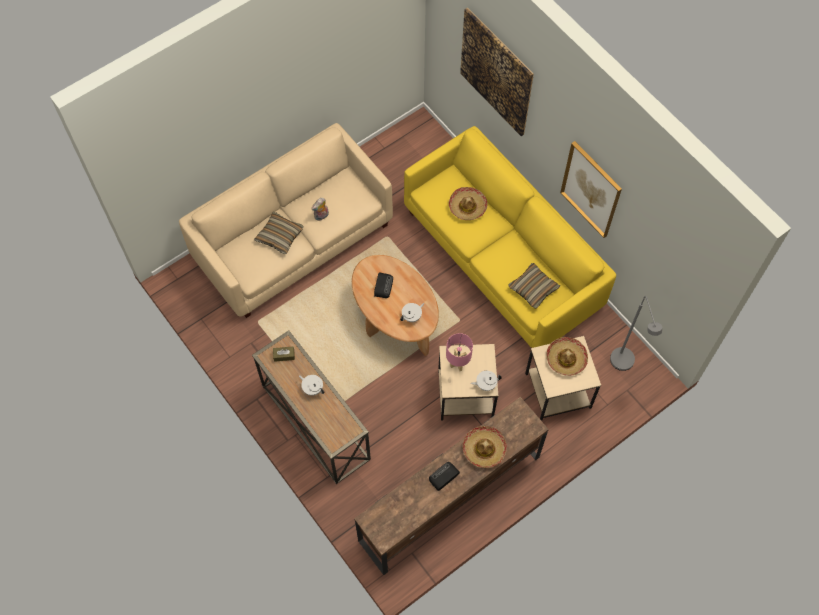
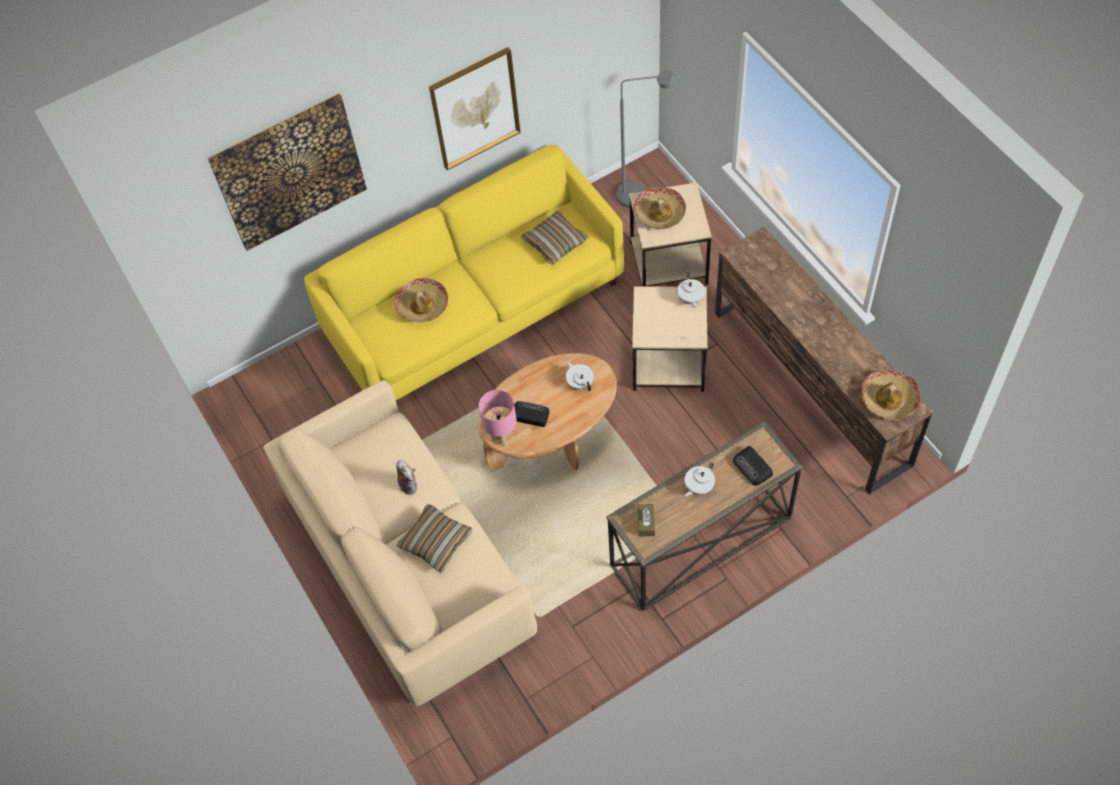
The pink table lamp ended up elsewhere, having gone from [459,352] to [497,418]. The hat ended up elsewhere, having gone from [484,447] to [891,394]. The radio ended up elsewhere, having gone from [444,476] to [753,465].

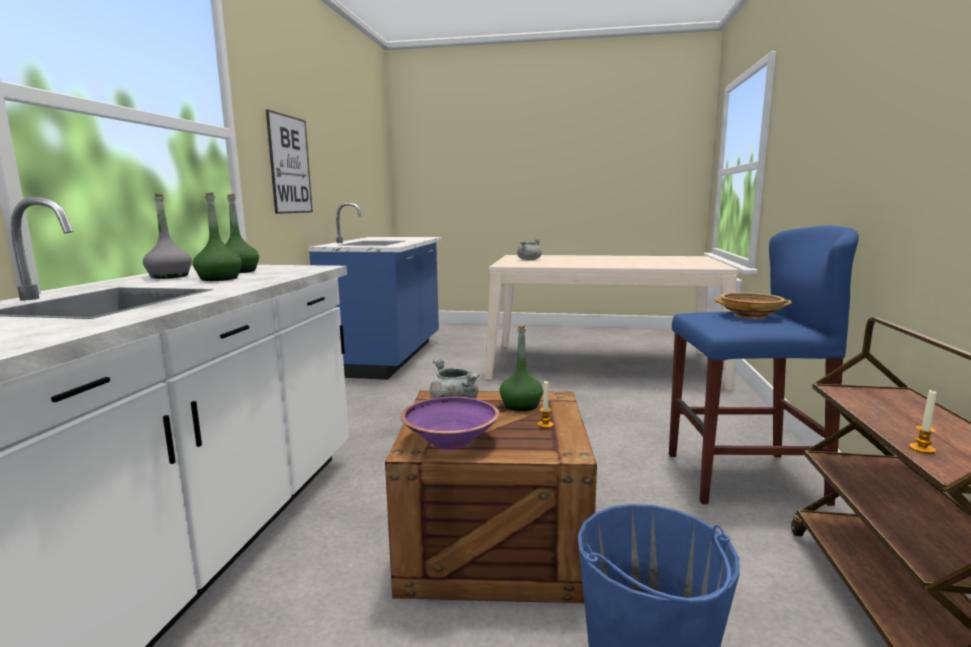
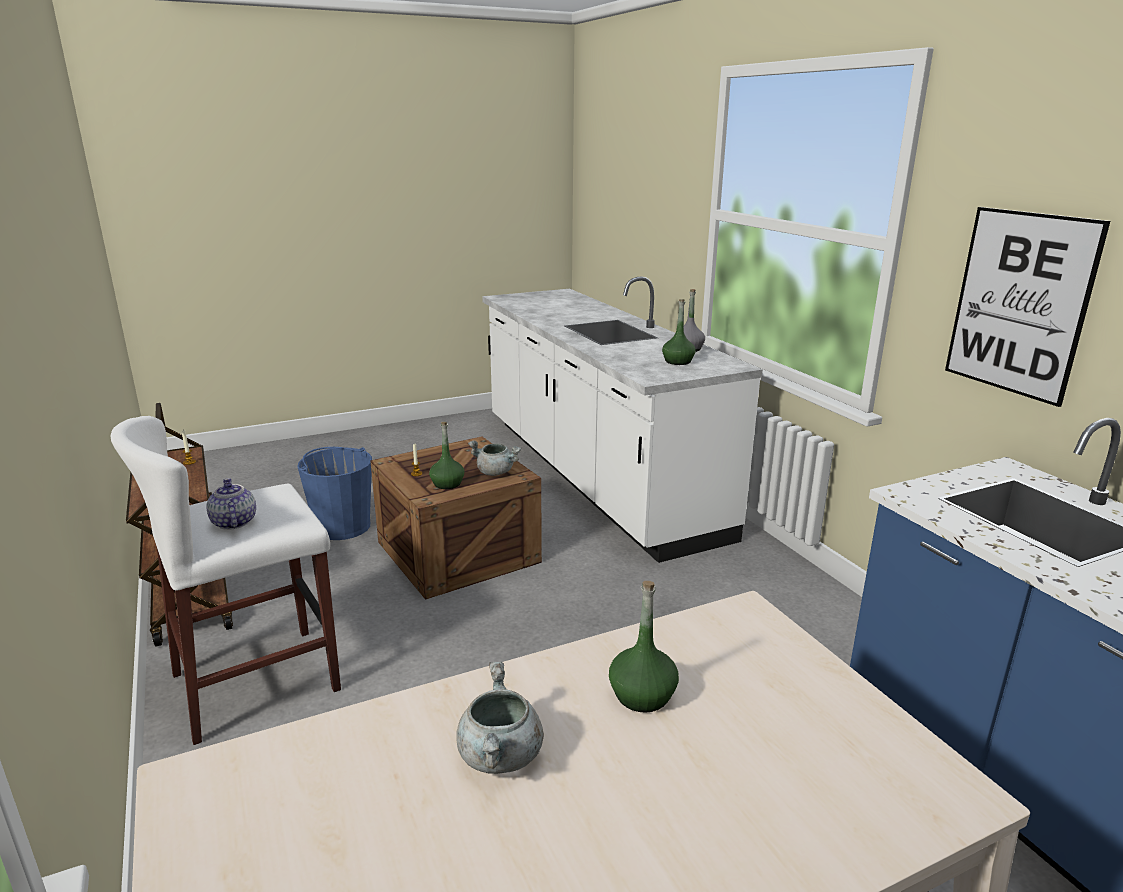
The green bottle ended up elsewhere, having gone from [217,236] to [644,647]. What was the blue stool at [764,366] turned into the white stool at [226,580]. The grey cooking pot ended up elsewhere, having gone from [529,250] to [500,718]. Where the beige bowl stood at [752,305], the teapot came to stand at [231,504]. The second view lost the purple bowl at [450,423].

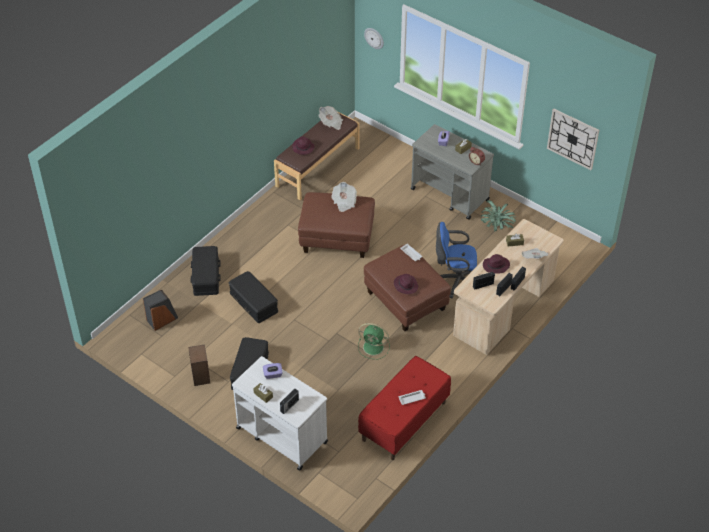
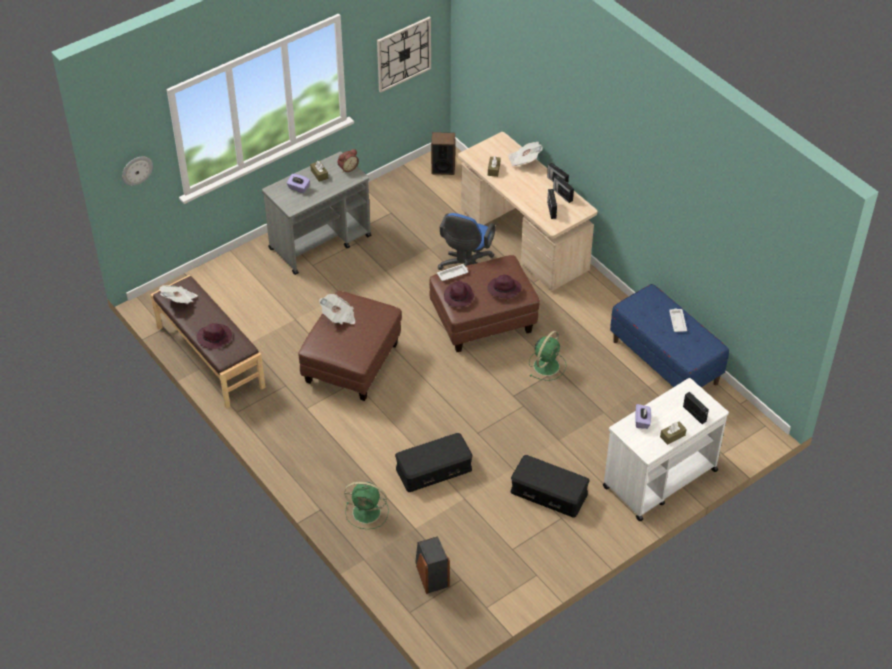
The second view lost the potted plant at [498,216]. Where the black storage box stood at [205,271], the green fan came to stand at [366,505]. The purple hat ended up elsewhere, having gone from [496,264] to [459,294]. The speaker ended up elsewhere, having gone from [199,365] to [443,153]. What was the red bench at [404,408] turned into the blue bench at [669,335].

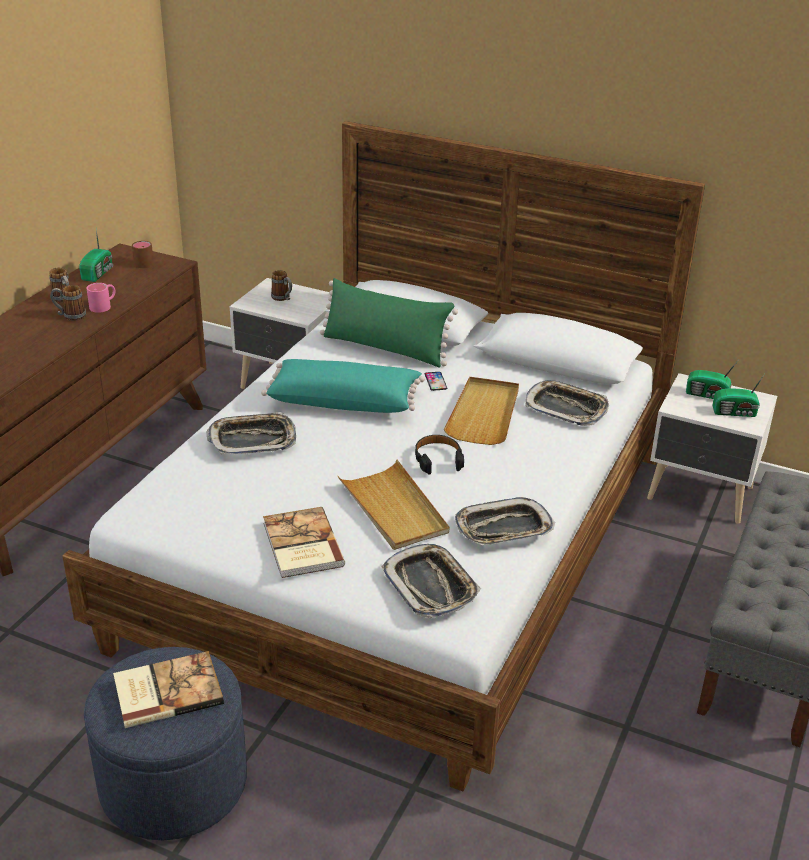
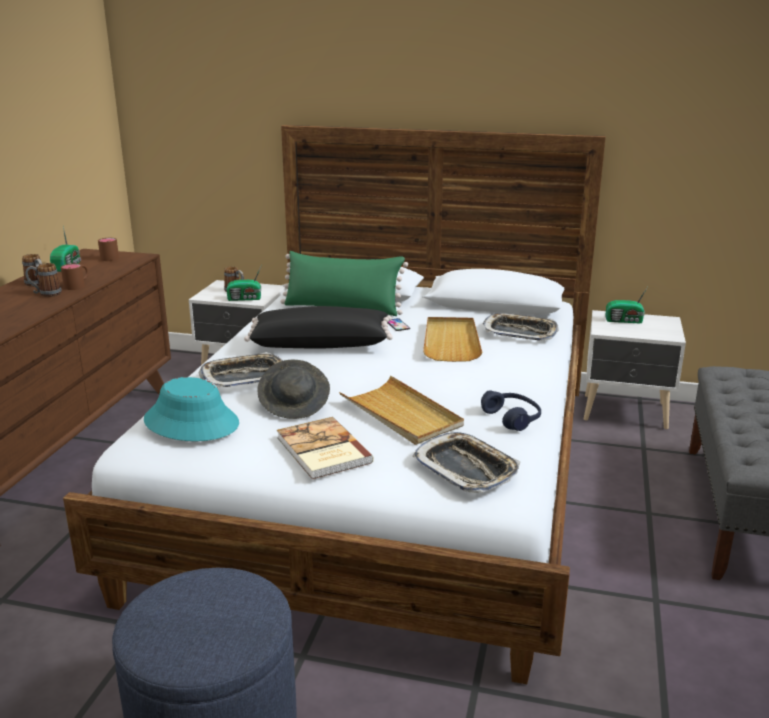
What was the pink mug at [100,298] turned into the brown mug at [74,276]. What was the turquoise pillow at [343,386] turned into the black pillow at [318,327]. The radio ended up elsewhere, having gone from [738,395] to [244,283]. The second view lost the black headphones at [439,454]. Where the tray stood at [505,521], the blue headphones came to stand at [511,410]. The second view lost the book at [168,689]. The second view gained the grey hat at [293,389]. The second view gained the turquoise hat at [191,409].

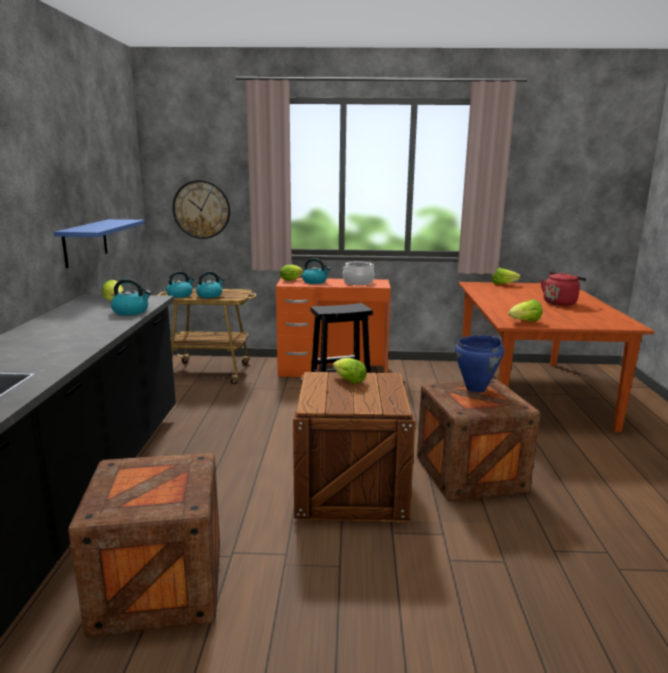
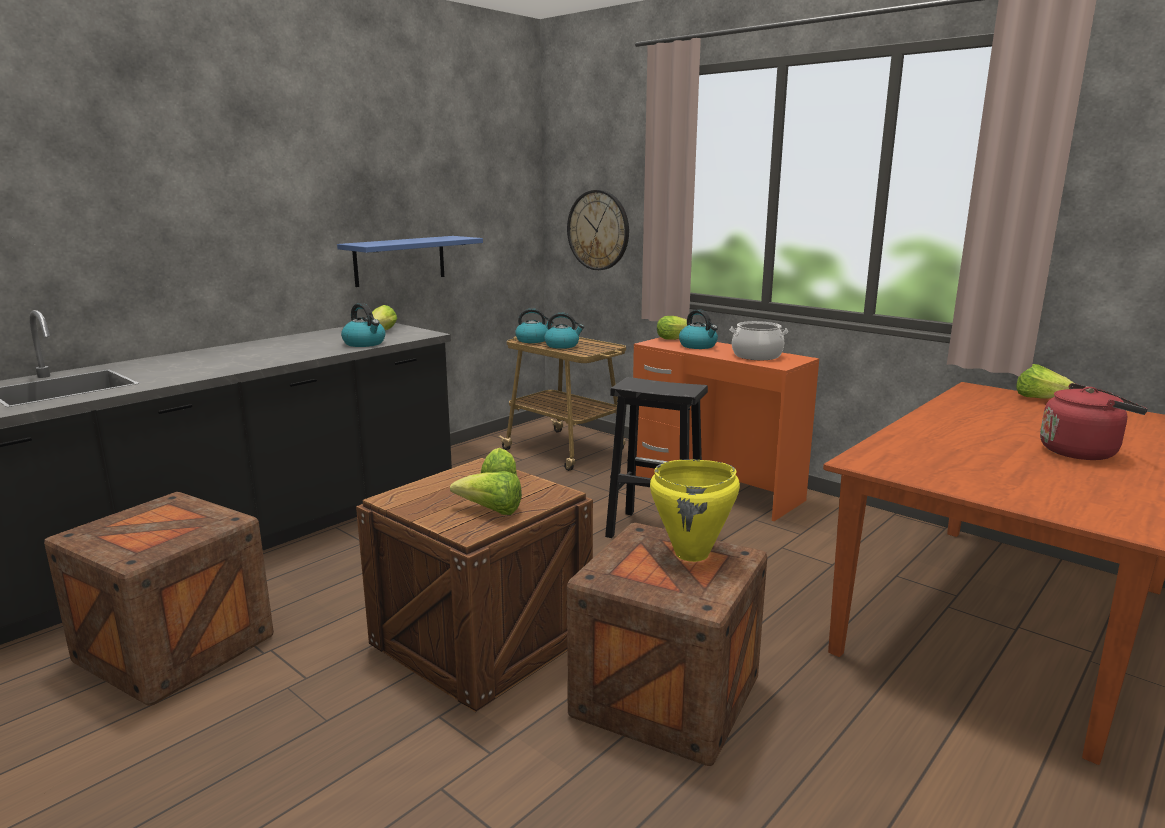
The lettuce ended up elsewhere, having gone from [525,310] to [486,493]. What was the blue cooking pot at [479,364] turned into the yellow cooking pot at [695,510].

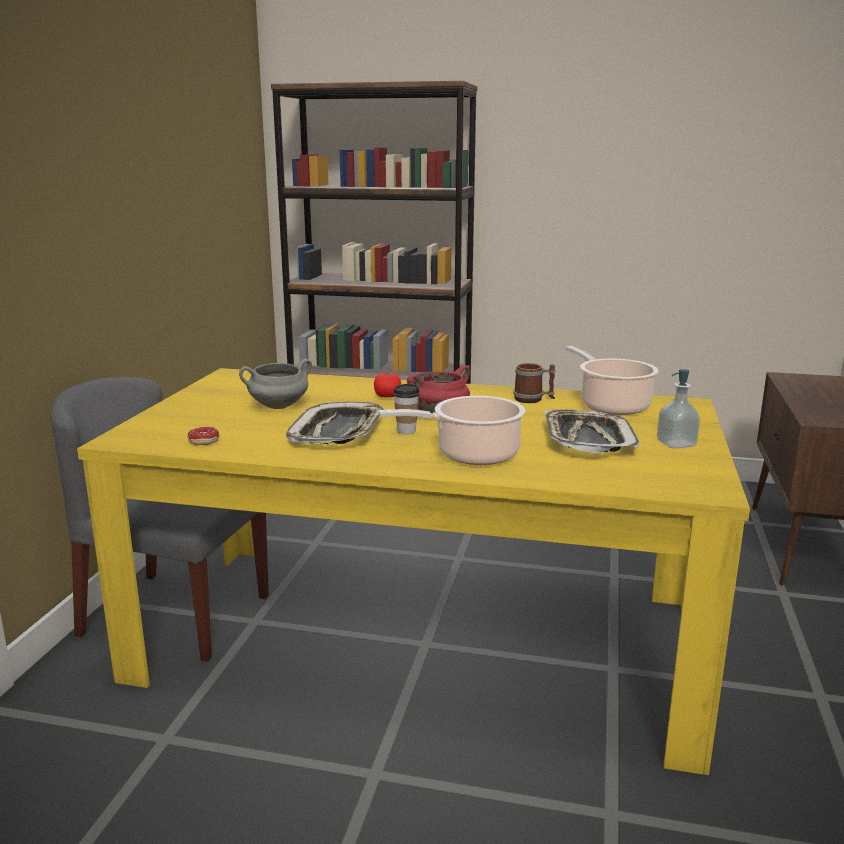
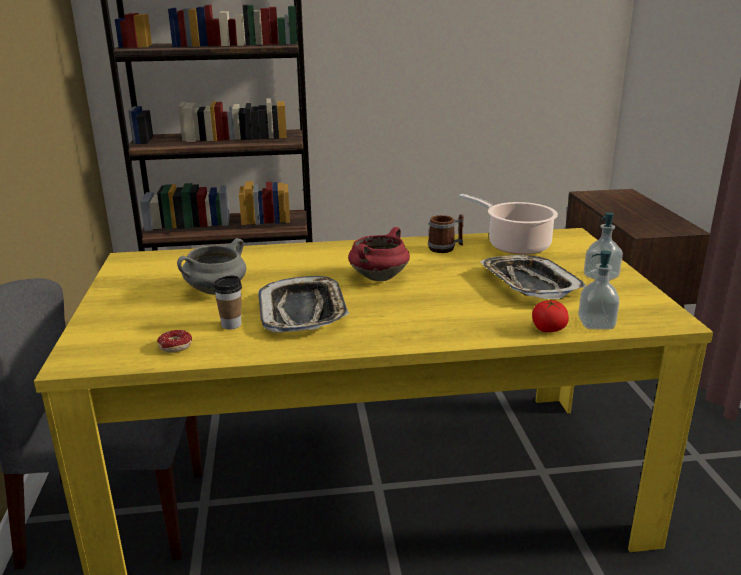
The tomato ended up elsewhere, having gone from [387,385] to [550,316]. The cup ended up elsewhere, having gone from [406,408] to [227,302]. The second view lost the cooking pot at [452,430]. The second view gained the soap dispenser at [599,290].

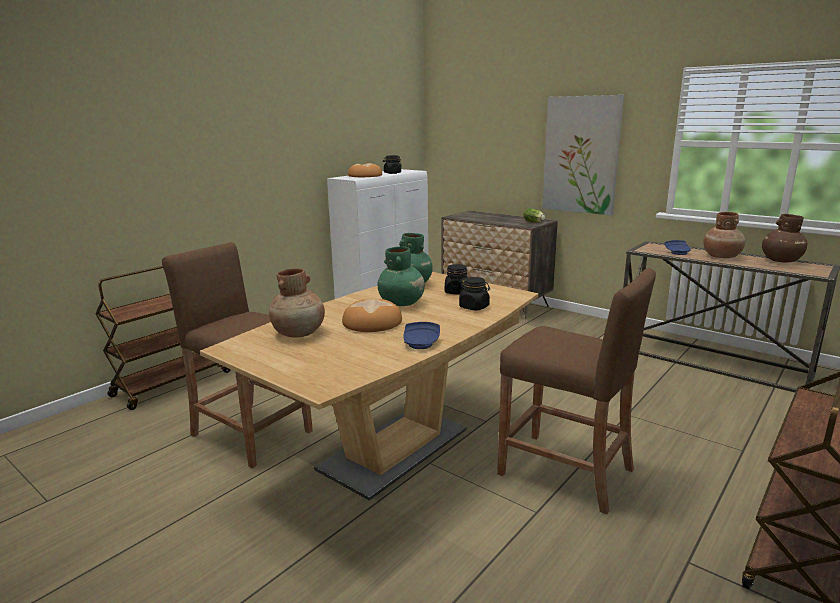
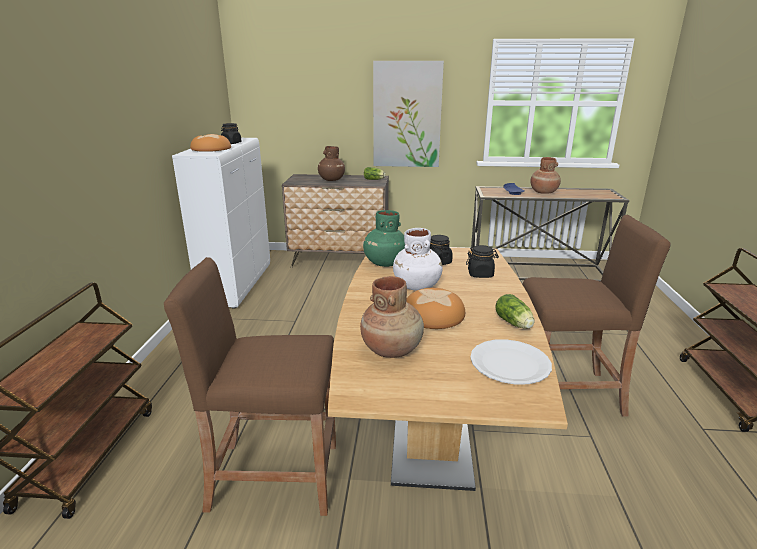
The brown vase ended up elsewhere, having gone from [784,238] to [331,163]. What was the green vase at [401,276] turned into the white vase at [418,259]. Where the blue plate stood at [421,335], the lettuce came to stand at [514,311]. The second view gained the white plate at [511,362].

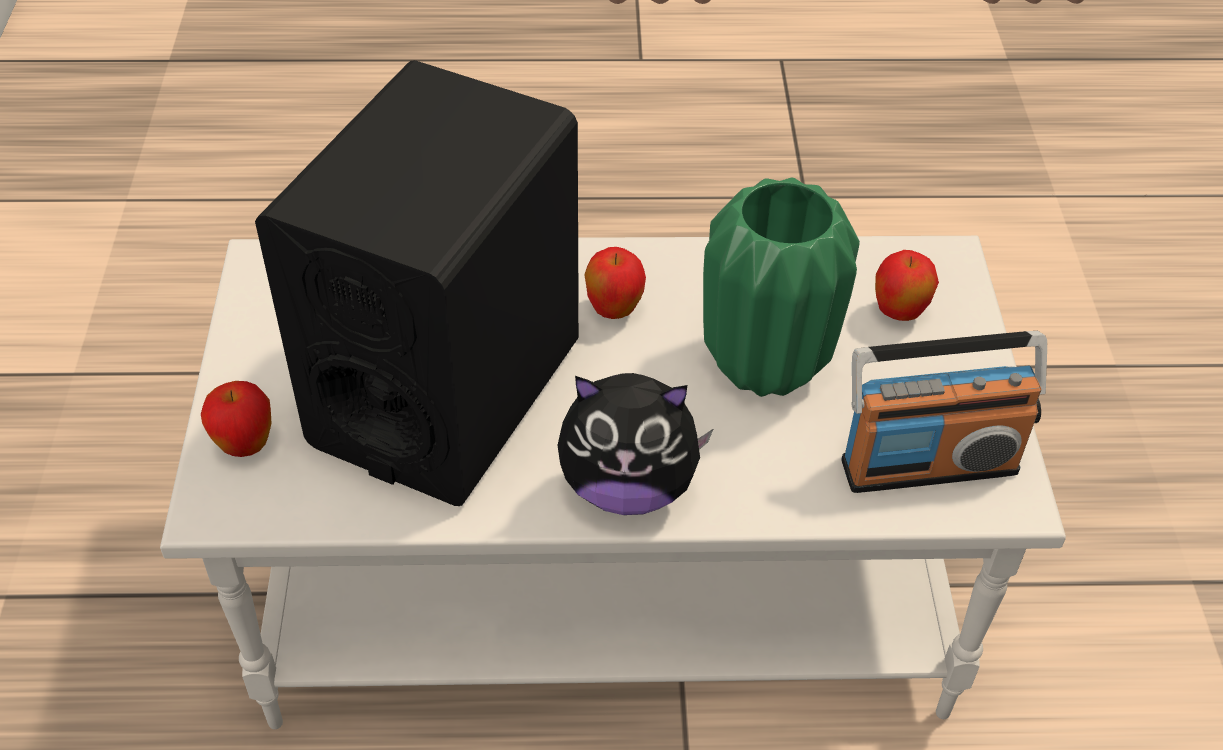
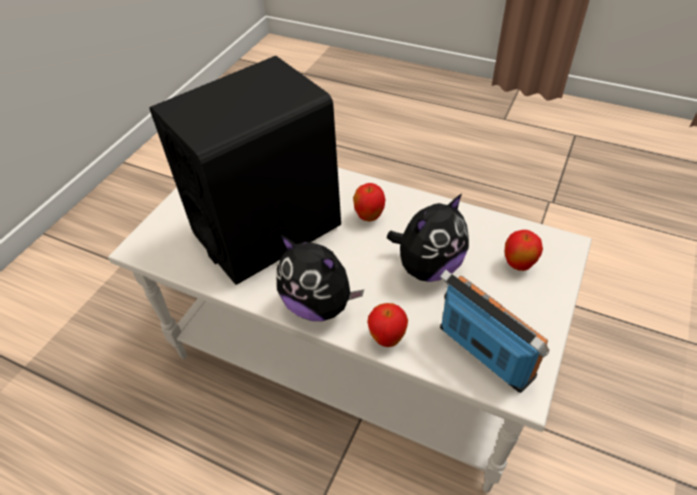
Where the green vase stood at [781,287], the plush toy came to stand at [428,238]. The radio at [944,412] ended up facing another way, 150 degrees counterclockwise from before. The apple ended up elsewhere, having gone from [236,419] to [387,325].

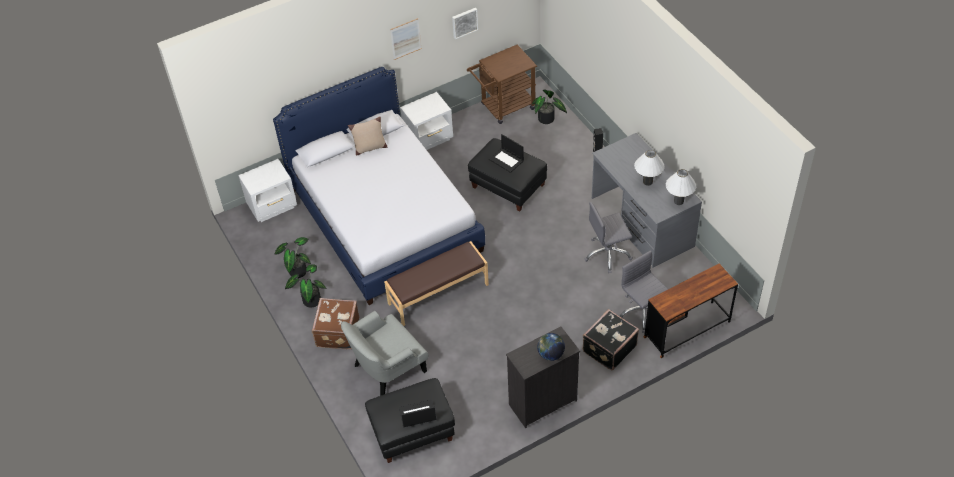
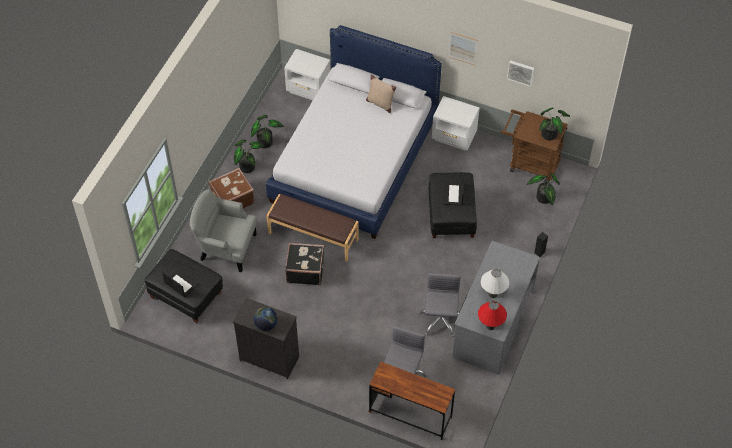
What was the white table lamp at [681,187] turned into the red table lamp at [492,315]. The grey office chair at [608,237] ended up facing another way, 60 degrees clockwise from before. The black suitcase ended up elsewhere, having gone from [611,340] to [304,264]. The second view gained the potted plant at [554,124].

